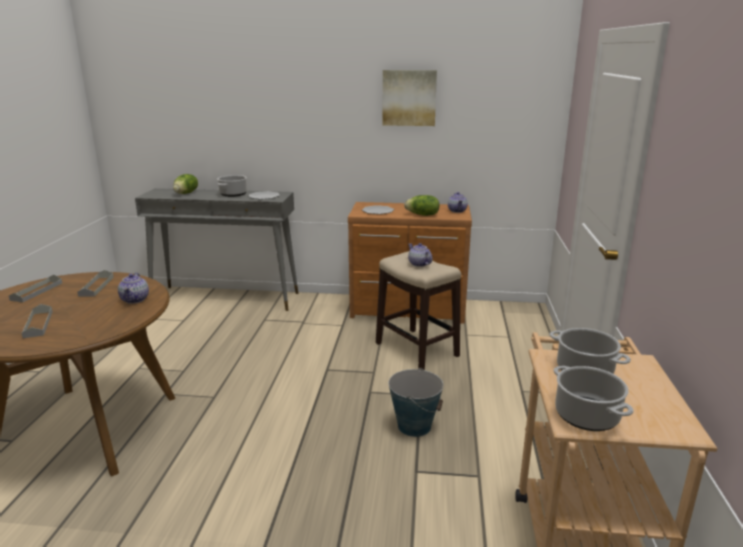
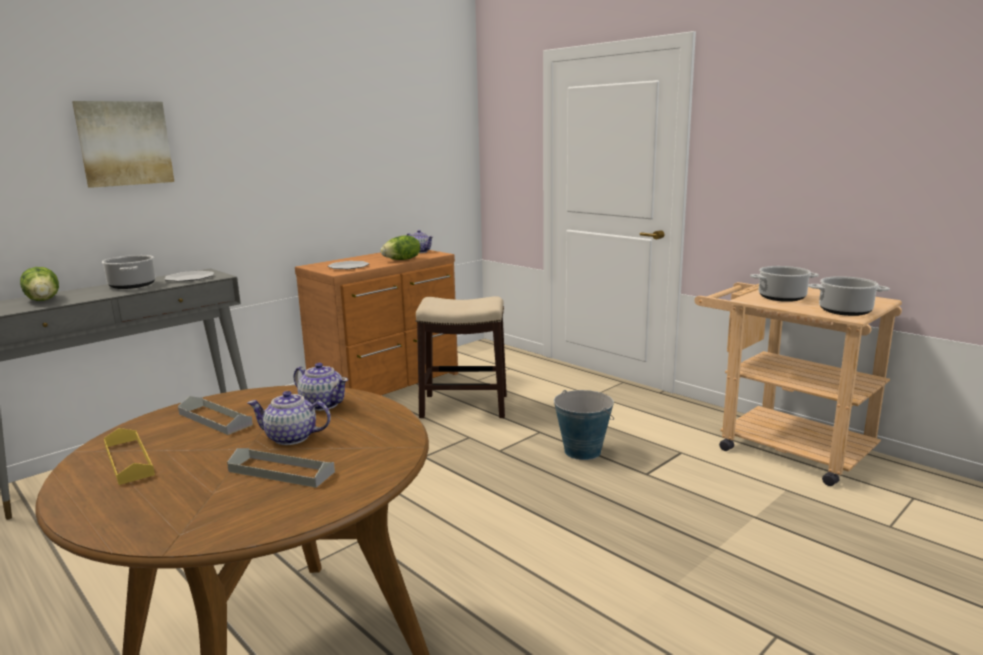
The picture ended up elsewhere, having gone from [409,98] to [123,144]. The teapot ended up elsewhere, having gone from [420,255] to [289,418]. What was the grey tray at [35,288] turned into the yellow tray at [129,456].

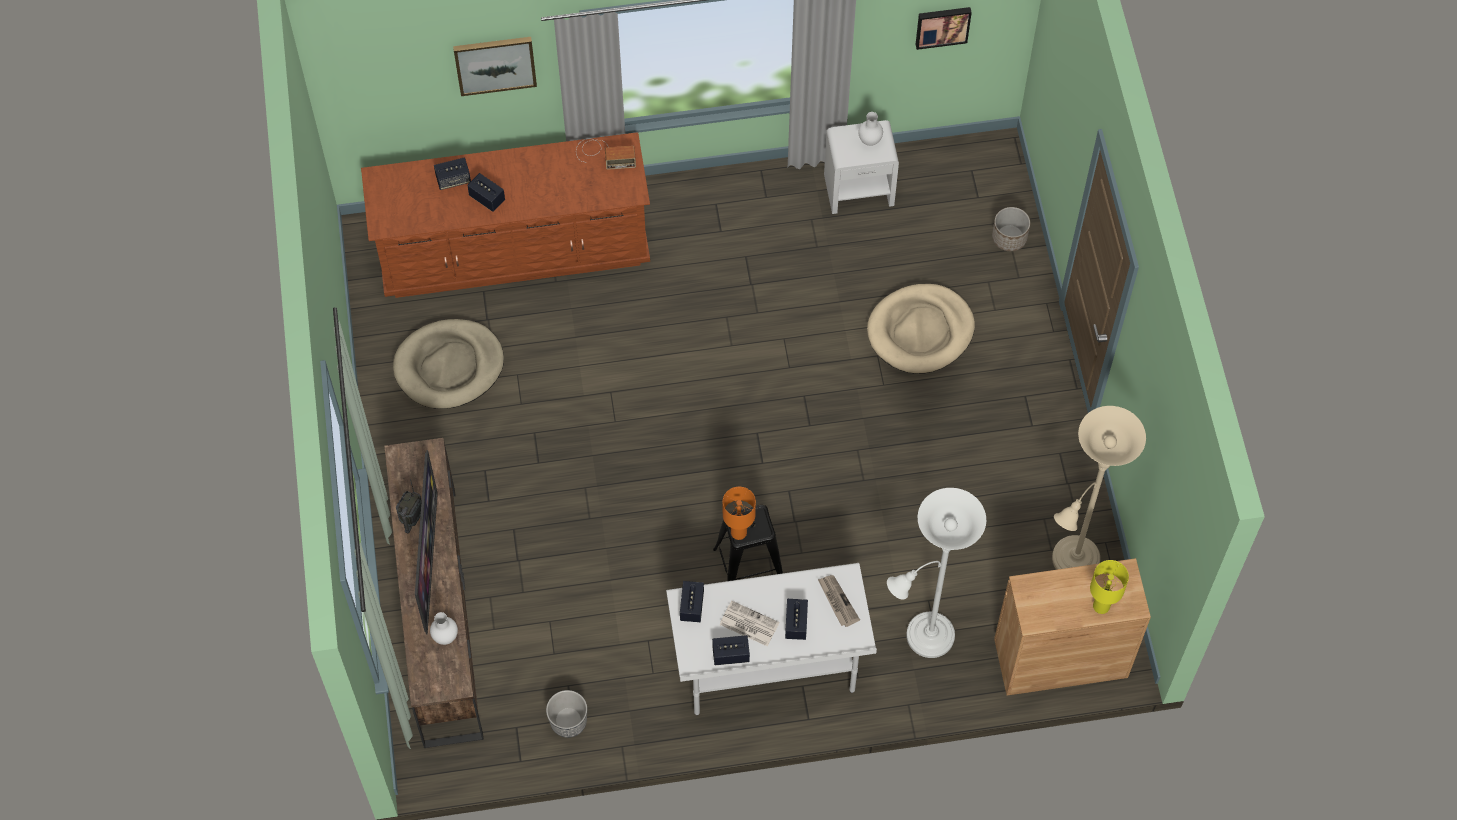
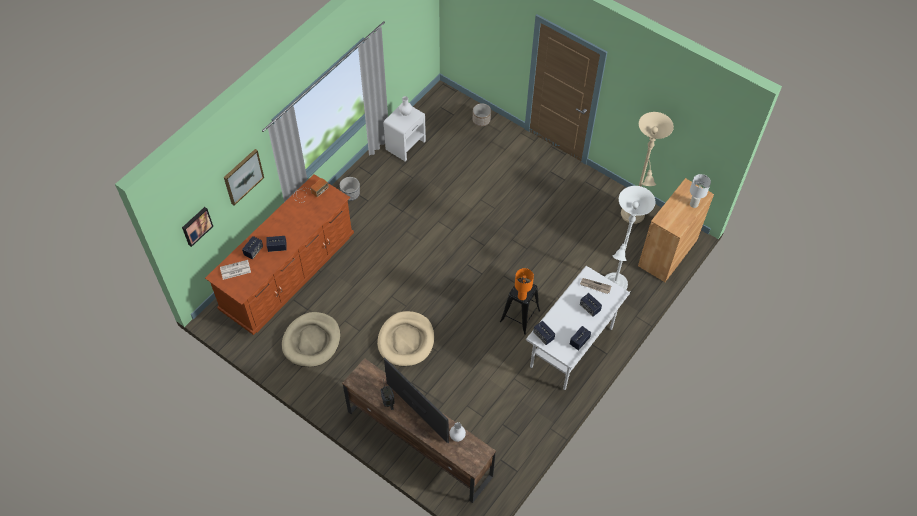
The picture ended up elsewhere, having gone from [944,28] to [197,227]. The beige dog bed ended up elsewhere, having gone from [921,329] to [405,339]. What was the yellow table lamp at [1109,587] turned into the white table lamp at [700,191]. The newspaper ended up elsewhere, having gone from [749,623] to [235,270]. The planter ended up elsewhere, having gone from [566,714] to [350,189].

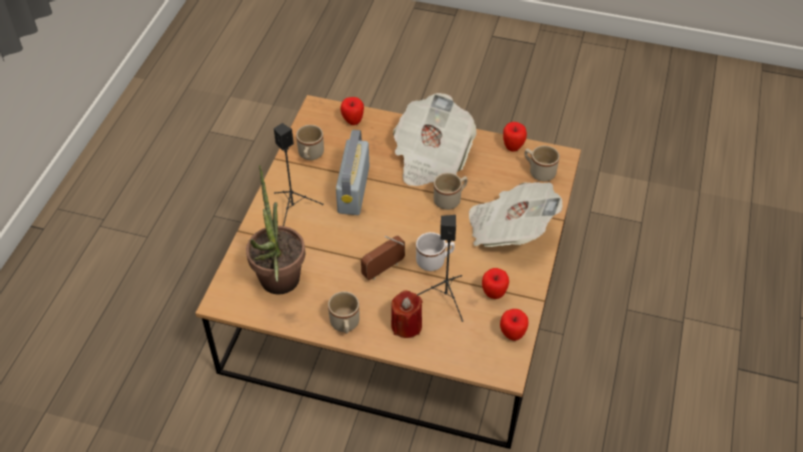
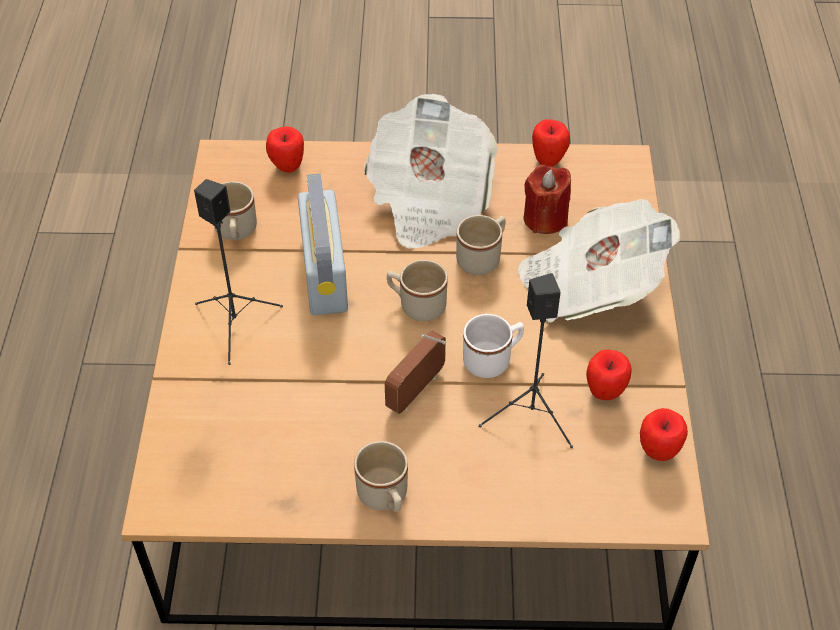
The beige mug ended up elsewhere, having gone from [542,163] to [417,291]. The second view lost the potted plant at [275,229]. The red candle ended up elsewhere, having gone from [407,314] to [547,199].

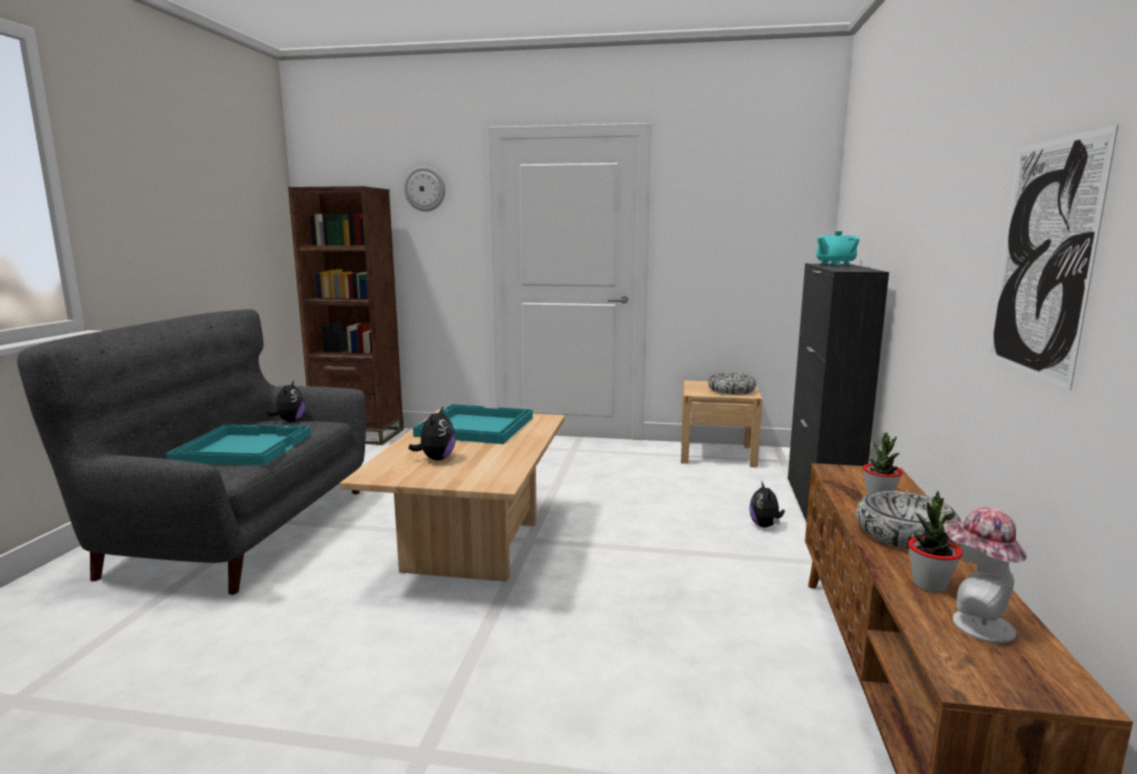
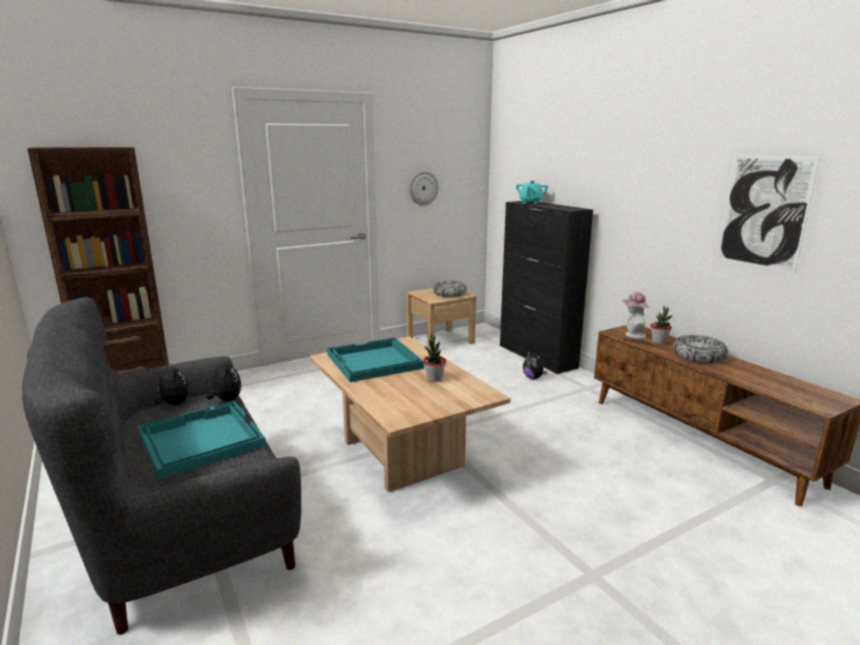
The wall clock ended up elsewhere, having gone from [425,189] to [424,188]. The plush toy ended up elsewhere, having gone from [432,433] to [223,380]. The potted plant ended up elsewhere, having gone from [935,541] to [434,358]. The hat ended up elsewhere, having gone from [985,575] to [635,315].

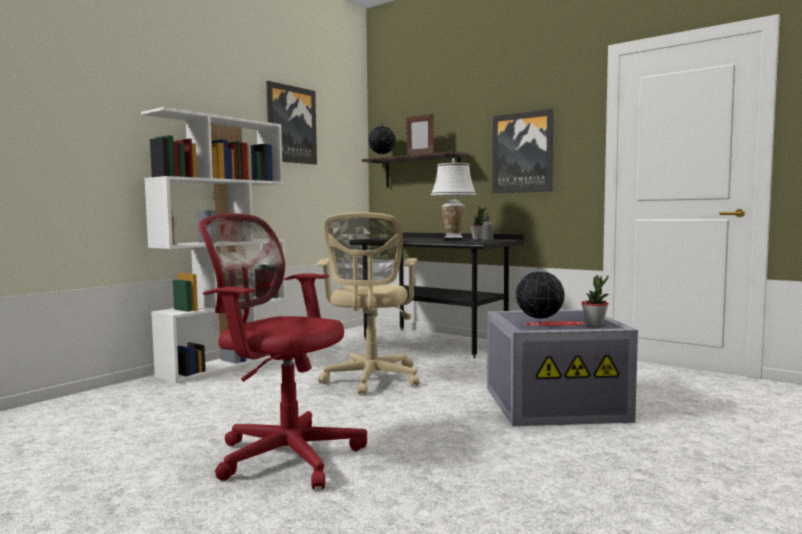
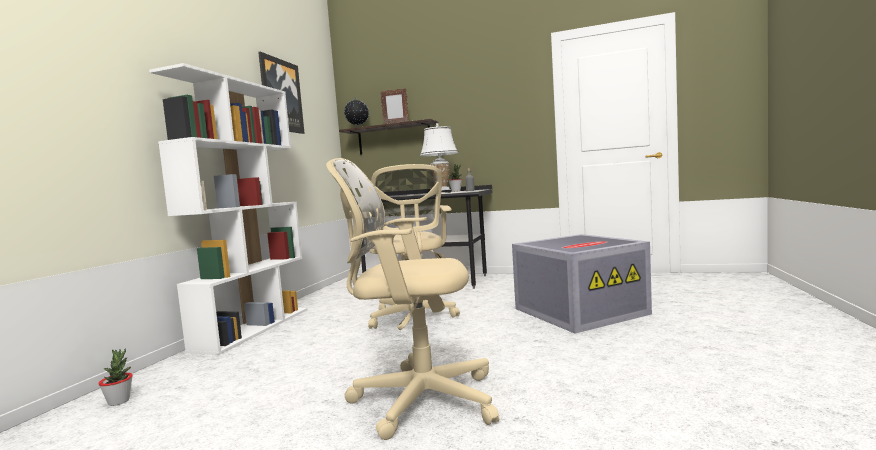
The second view lost the picture at [523,151]. What was the red office chair at [283,351] turned into the beige office chair at [412,299]. The second view lost the globe at [540,294]. The potted plant ended up elsewhere, having gone from [595,300] to [115,377].

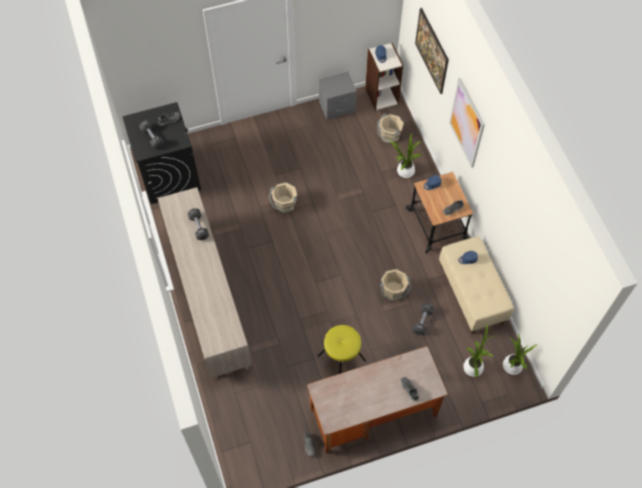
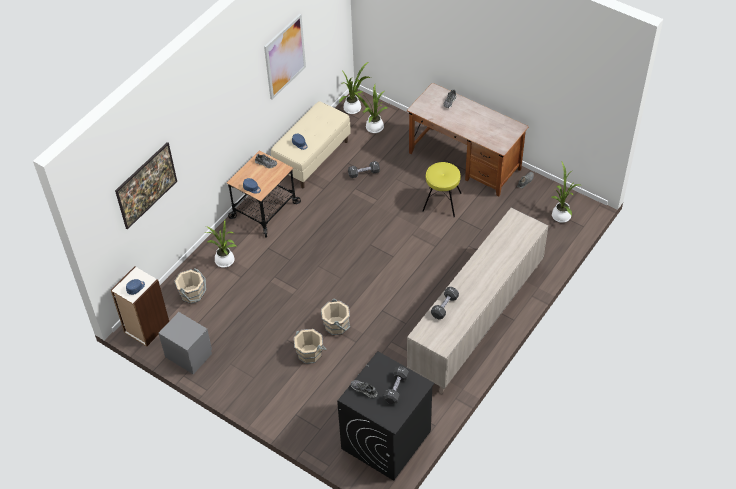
The picture ended up elsewhere, having gone from [467,123] to [285,57]. The beige bucket ended up elsewhere, having gone from [395,285] to [310,346]. The second view gained the potted plant at [566,192].

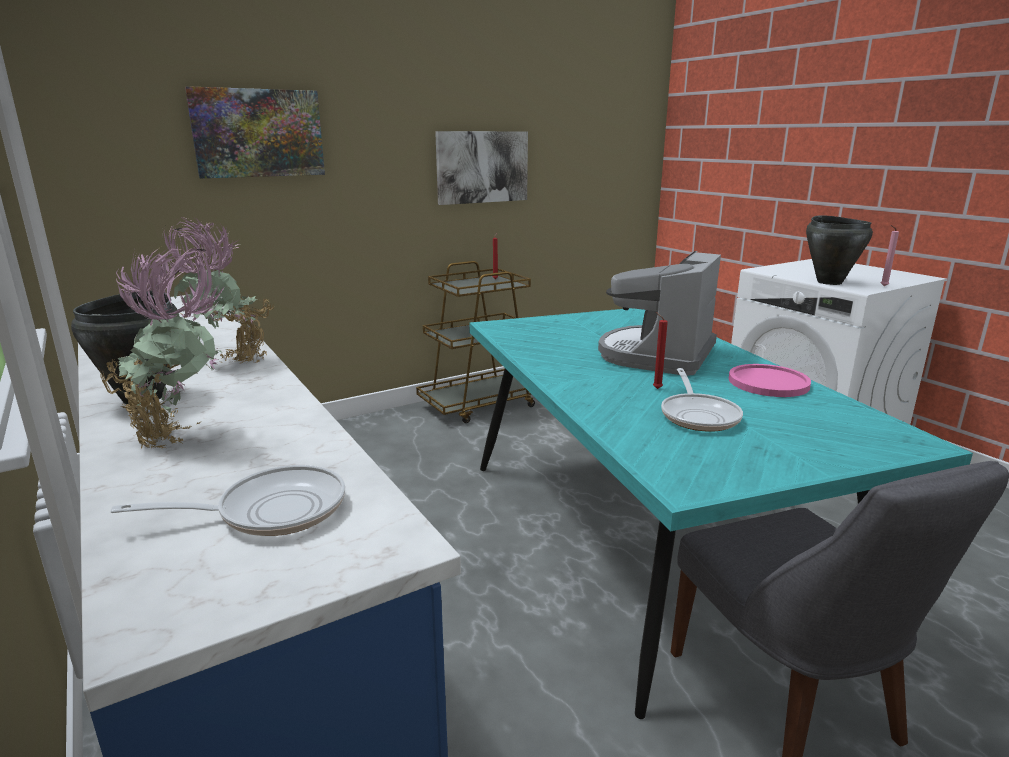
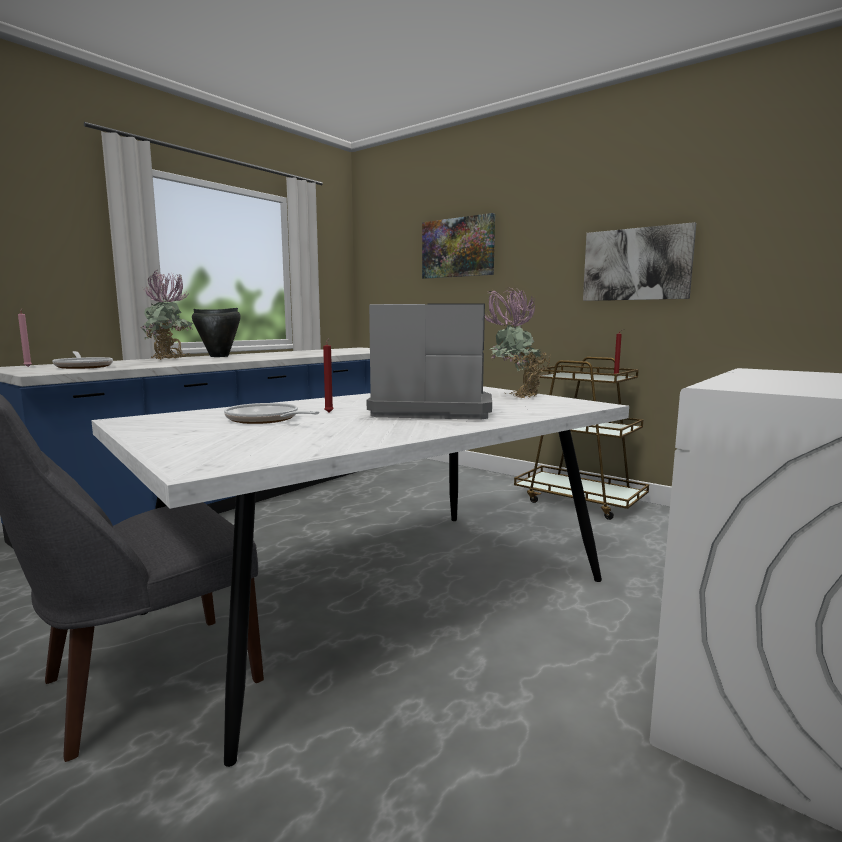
The second view lost the black cooking pot at [839,250]. The potted plant ended up elsewhere, having gone from [218,290] to [517,342]. The pink candle ended up elsewhere, having gone from [890,255] to [25,337]. What was the turquoise dining table at [721,513] turned into the white dining table at [360,576]. The second view lost the pink plate at [770,380]. The frying pan at [702,400] ended up facing another way, 60 degrees clockwise from before.

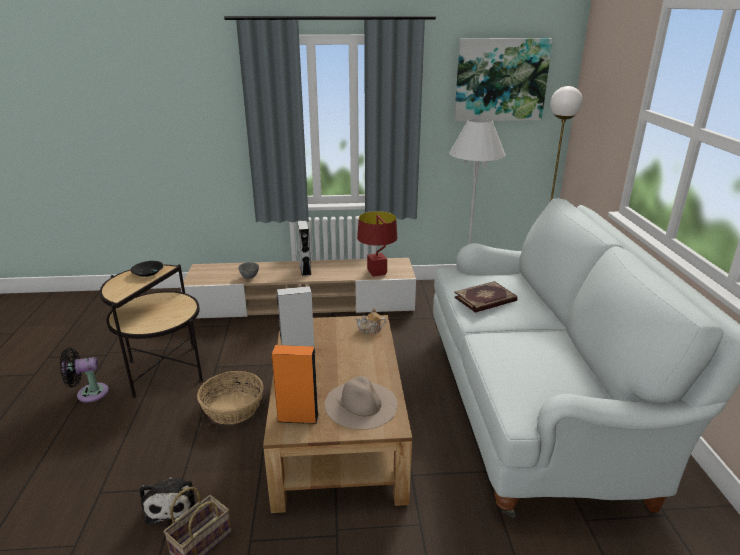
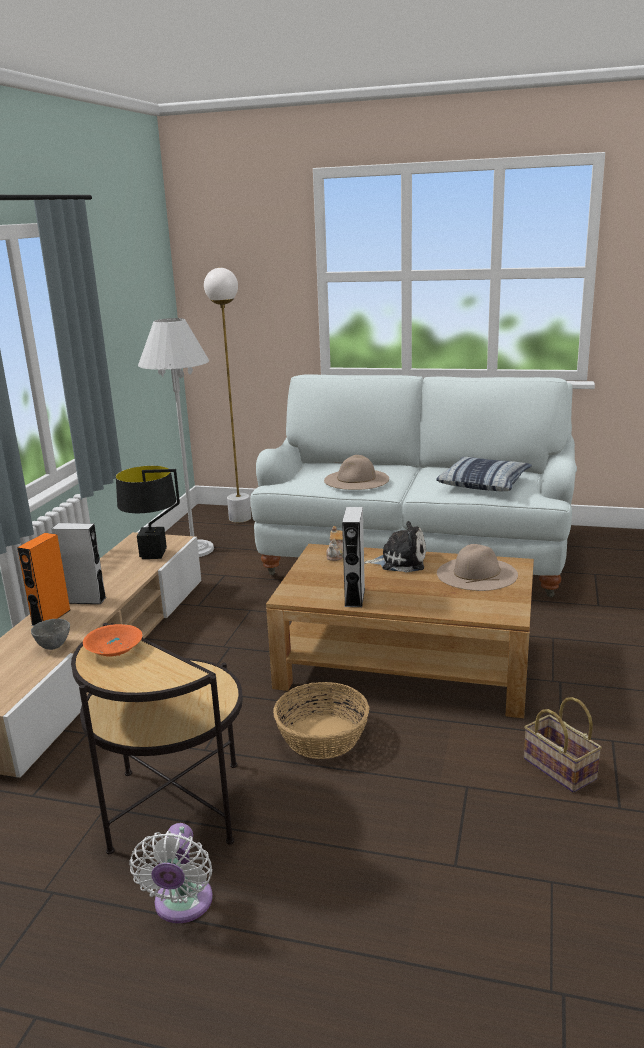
The second view lost the picture at [503,79]. What was the red table lamp at [377,244] turned into the black table lamp at [148,512]. What was the black bowl at [147,269] turned into the orange bowl at [113,640]. Where the book stood at [485,296], the beige hat came to stand at [356,472]. The orange speaker ended up elsewhere, having gone from [295,384] to [43,579]. What was the black fan at [84,375] turned into the white fan at [171,873]. The plush toy ended up elsewhere, having gone from [168,501] to [395,546]. The second view gained the pillow at [484,474].

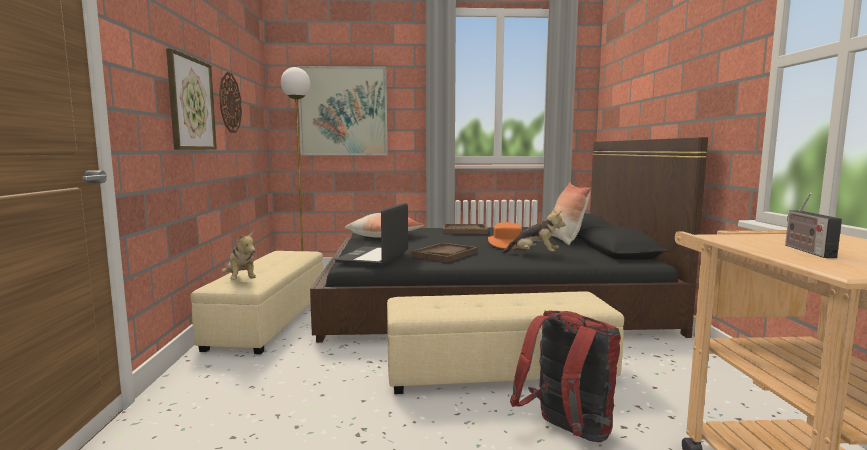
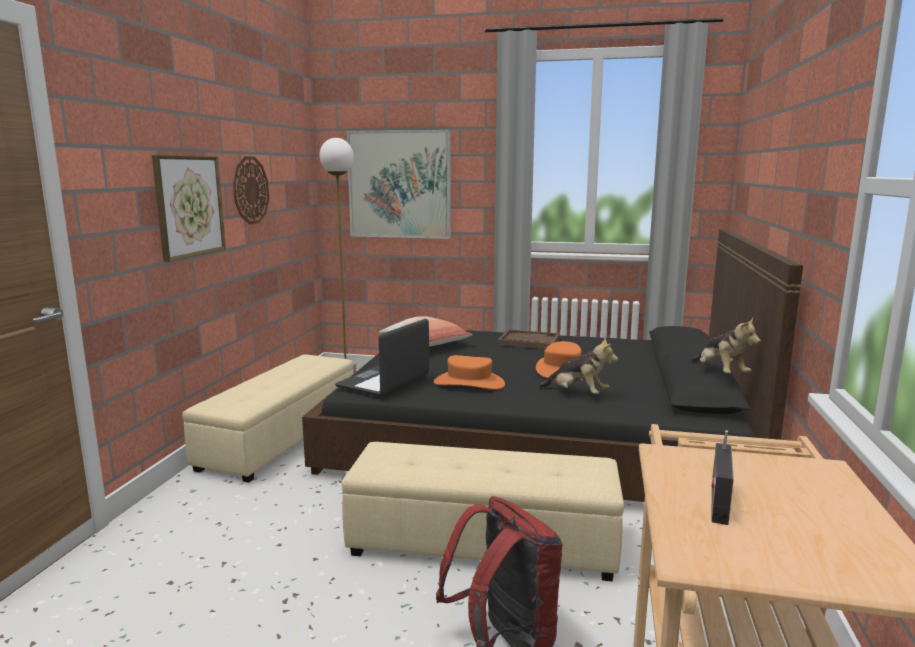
The second view lost the pillow at [571,213]. The plush toy ended up elsewhere, having gone from [238,255] to [726,345]. Where the brown tray stood at [444,253], the orange hat came to stand at [469,372].

